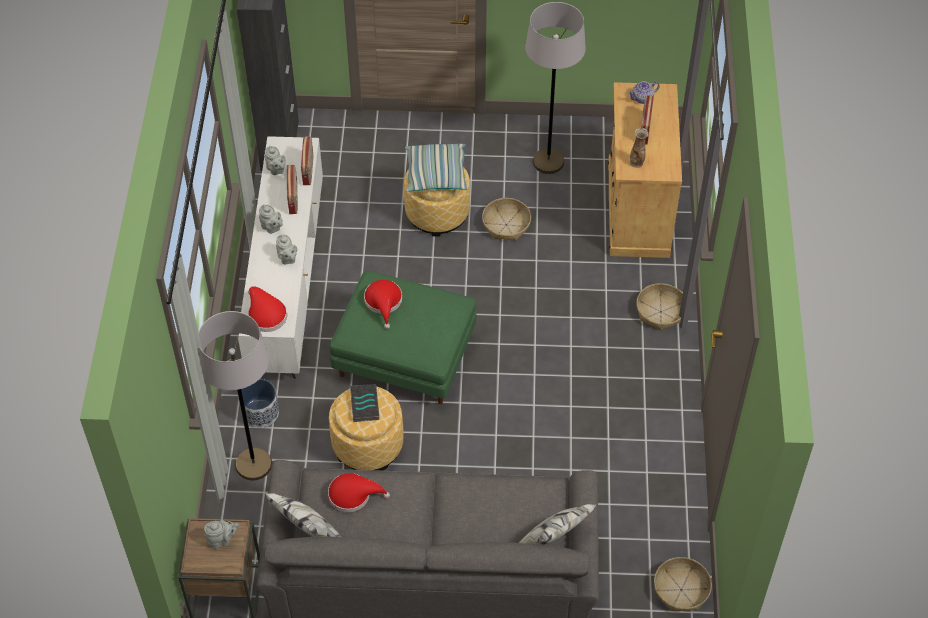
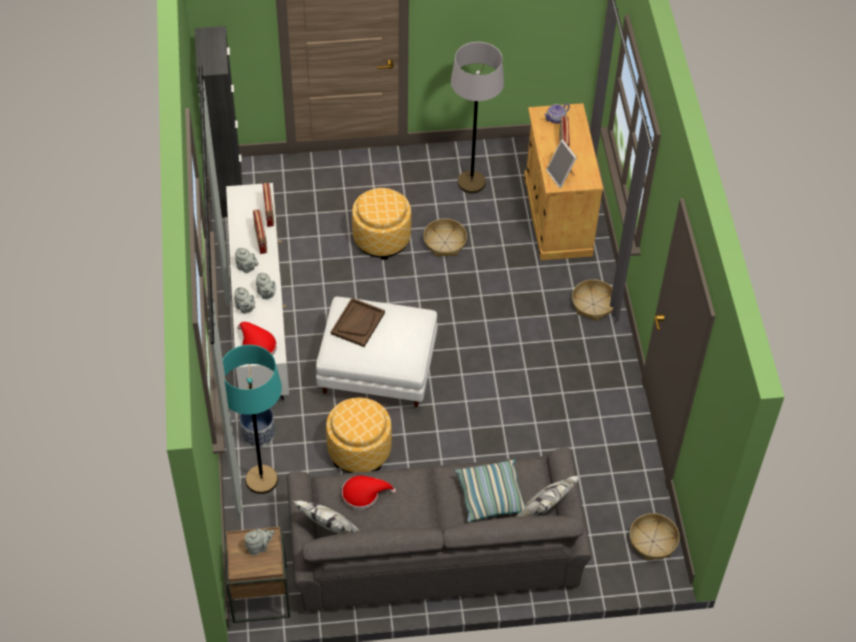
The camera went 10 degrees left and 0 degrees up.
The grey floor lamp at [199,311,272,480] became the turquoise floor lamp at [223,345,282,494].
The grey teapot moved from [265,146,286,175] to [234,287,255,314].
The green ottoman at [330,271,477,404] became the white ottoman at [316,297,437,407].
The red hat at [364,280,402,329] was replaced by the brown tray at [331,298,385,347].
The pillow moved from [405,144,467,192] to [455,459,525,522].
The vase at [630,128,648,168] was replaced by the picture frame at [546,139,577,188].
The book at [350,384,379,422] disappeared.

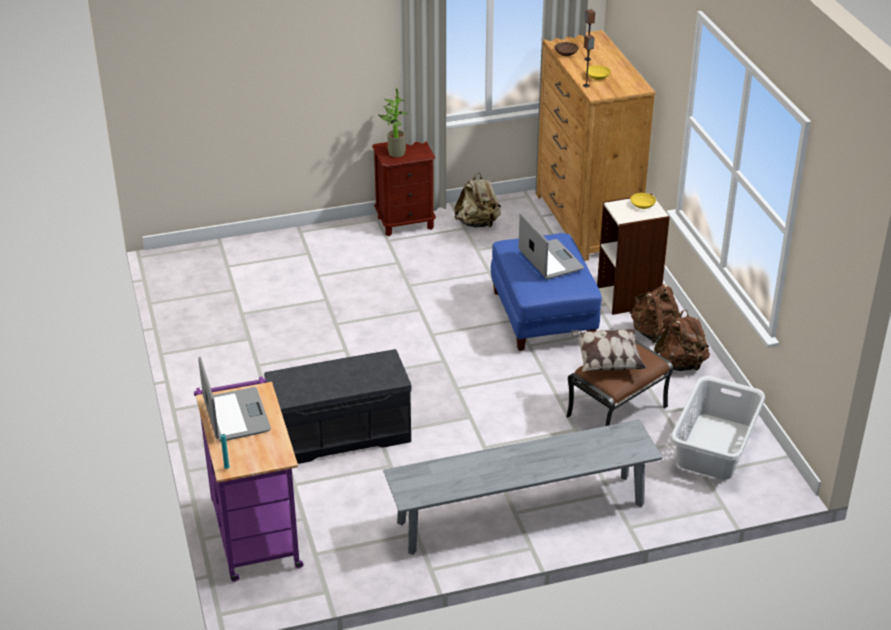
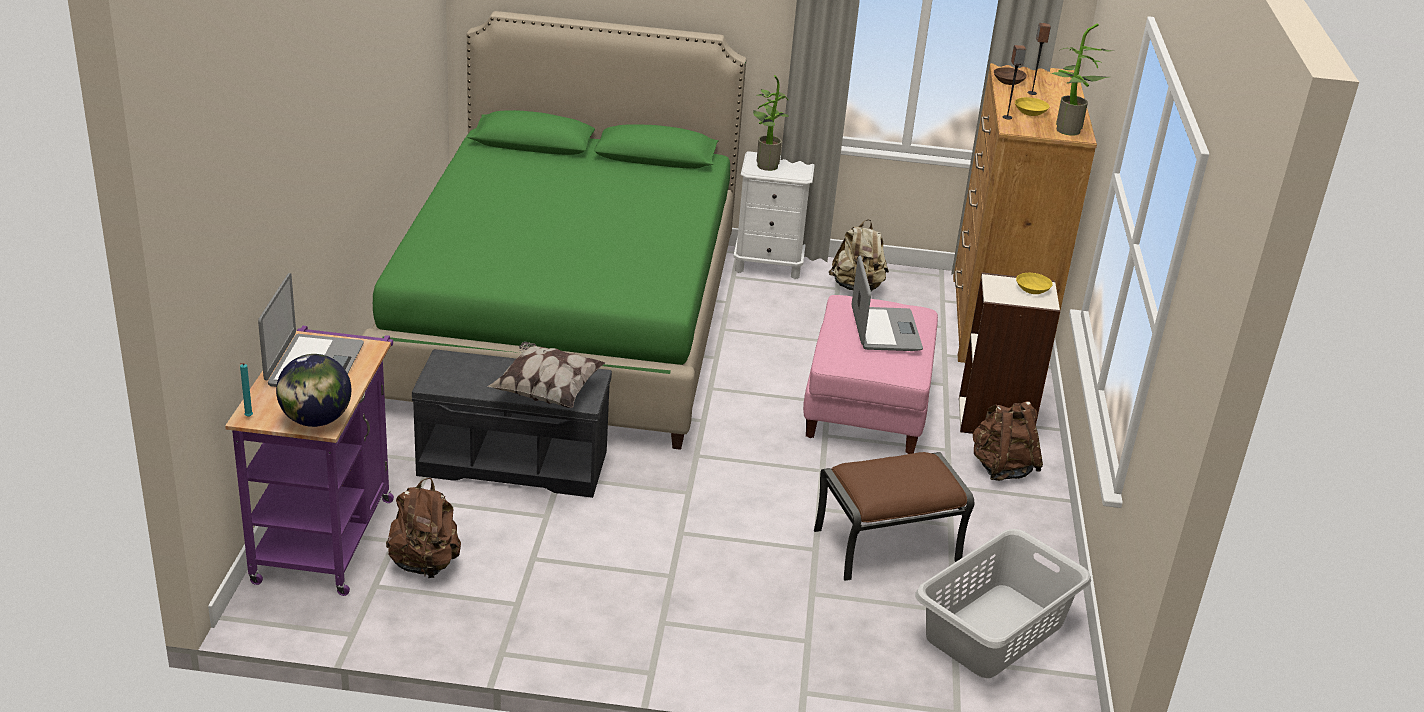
The camera went 20 degrees right and 5 degrees down.
The globe at [276,354,351,427] appeared.
The green bed at [362,11,746,450] appeared.
The brown backpack moved from [654,309,710,371] to [386,478,461,579].
The pillow moved from [571,329,647,371] to [487,342,605,408].
The brown nightstand at [372,142,436,236] became the white nightstand at [733,151,815,279].
The blue ottoman at [491,233,602,351] became the pink ottoman at [803,295,938,454].
The potted plant at [1051,23,1115,136] appeared.
The grey bench at [383,420,663,555] disappeared.

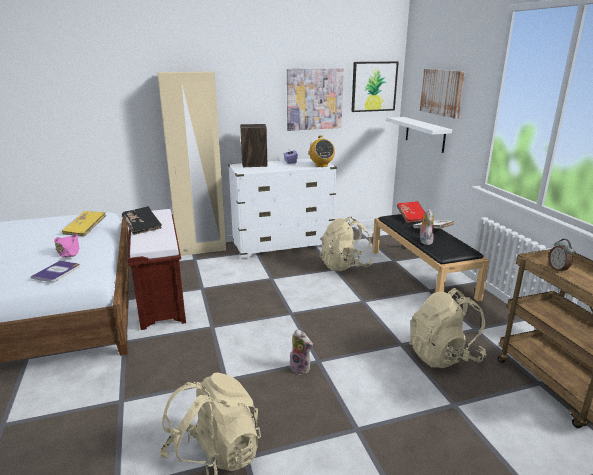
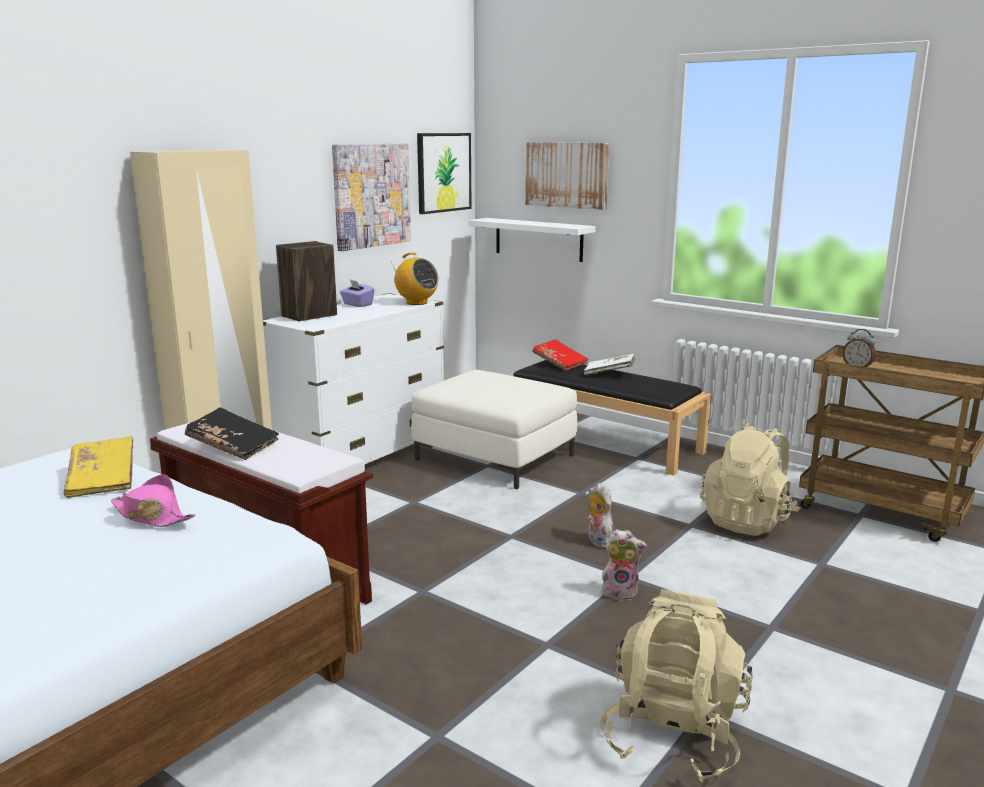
The camera went 35 degrees left and 5 degrees down.
The beige backpack at [320,217,373,271] was replaced by the white ottoman at [411,370,577,489].
The plush toy moved from [419,209,434,245] to [587,483,614,548].
The book at [31,261,80,282] disappeared.

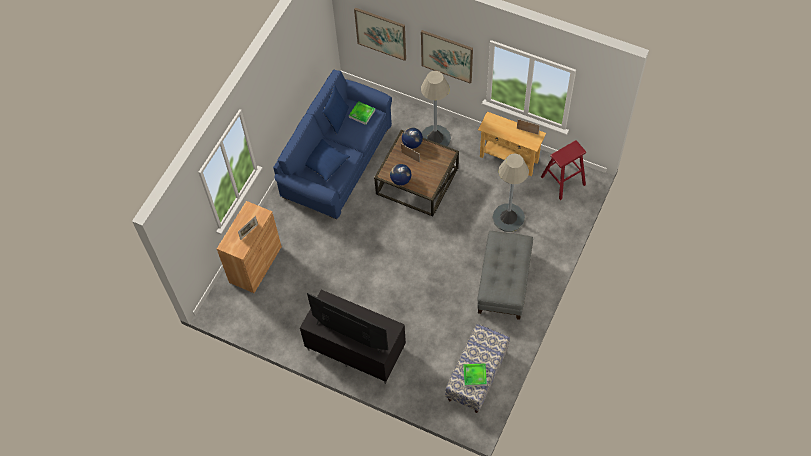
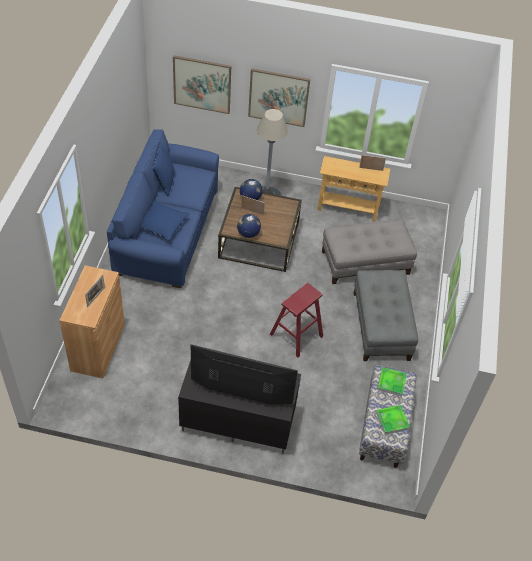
The camera went 20 degrees left and 10 degrees down.
The red stool moved from [541,140,586,200] to [270,283,323,357].
The grey floor lamp at [493,154,529,232] was replaced by the grey ottoman at [322,219,417,284].
The tray moved from [349,101,375,125] to [377,367,407,396].

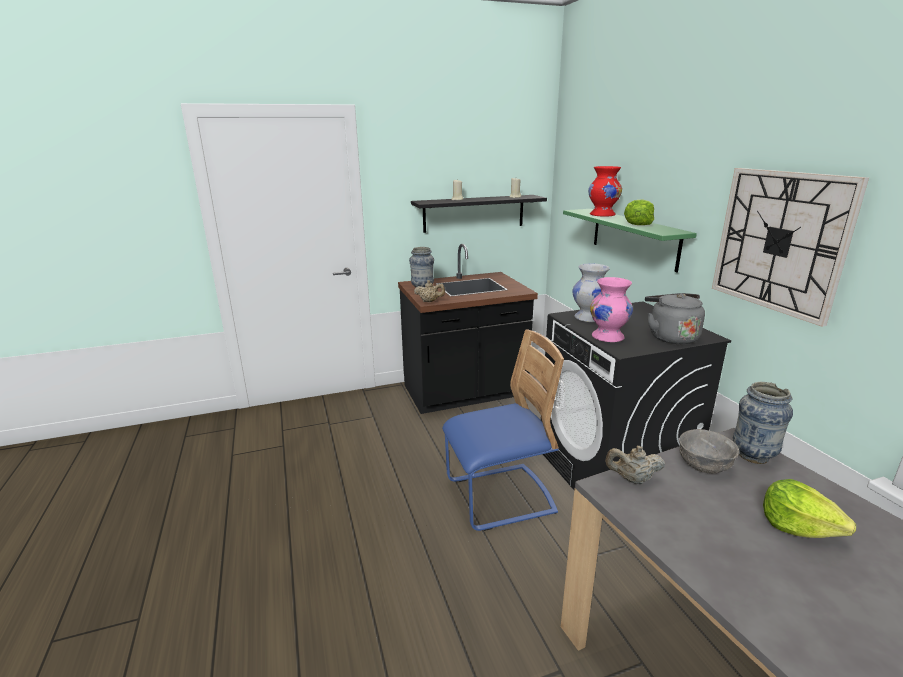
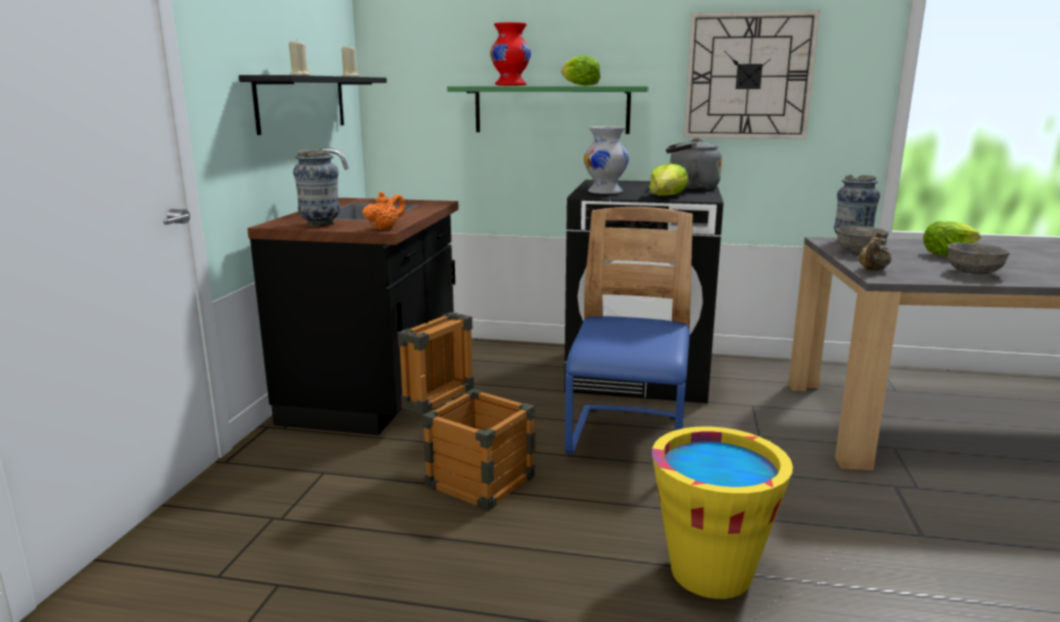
The camera went 60 degrees left and 5 degrees down.
The beige teapot at [414,280,445,302] became the orange teapot at [362,191,405,230].
The crate at [398,312,535,511] appeared.
The pink vase at [590,277,633,342] was replaced by the lettuce at [649,163,688,196].
The yellow bucket at [652,427,793,599] appeared.
The grey bowl at [947,242,1010,274] appeared.

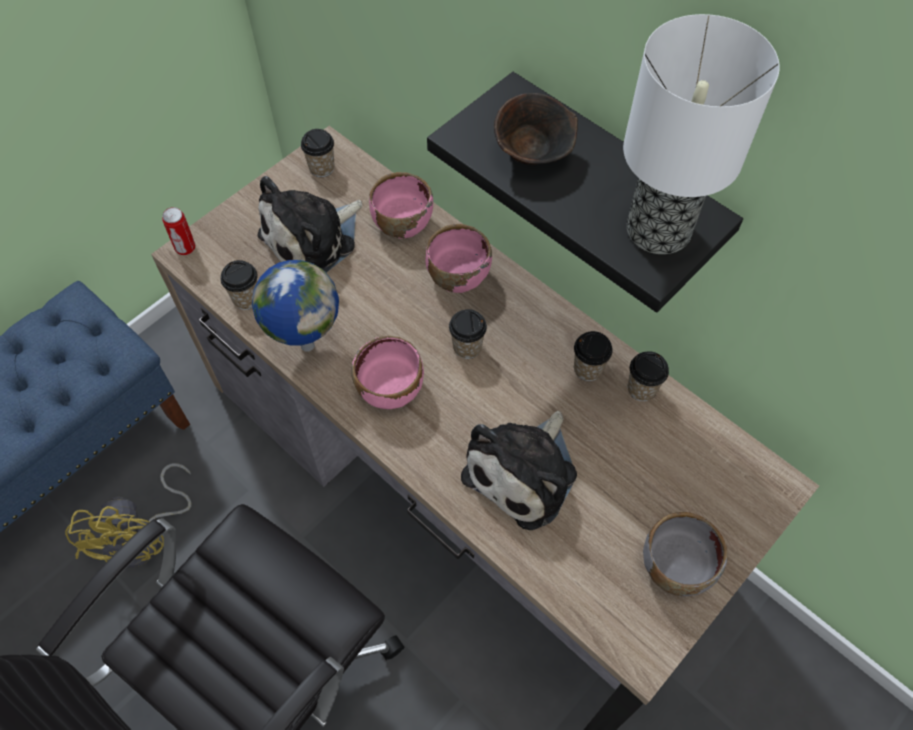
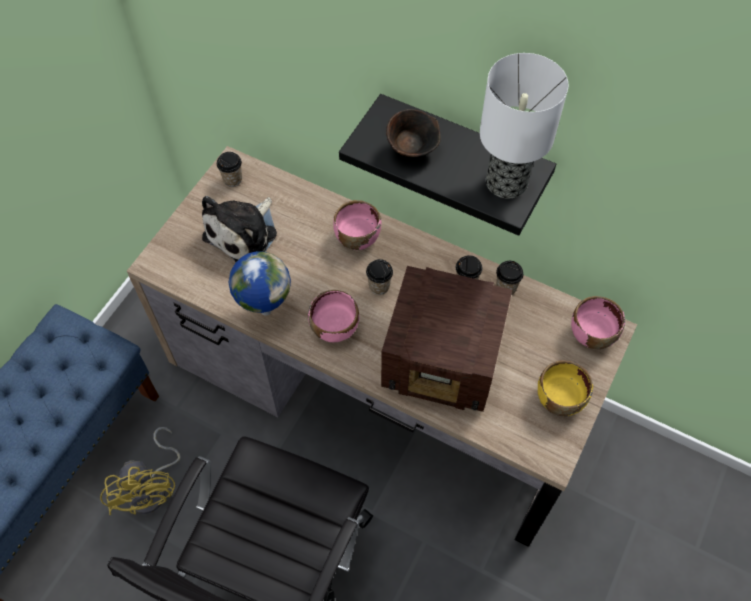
The camera went 15 degrees left and 0 degrees up.
The plush toy at [461,411,577,530] was replaced by the radio at [381,266,512,412].
The grey bowl at [643,512,727,596] became the yellow bowl at [538,360,593,416].
The pink bowl moved from [369,172,433,239] to [571,296,625,349].
The can at [162,207,195,255] disappeared.
The cup at [221,260,258,310] disappeared.

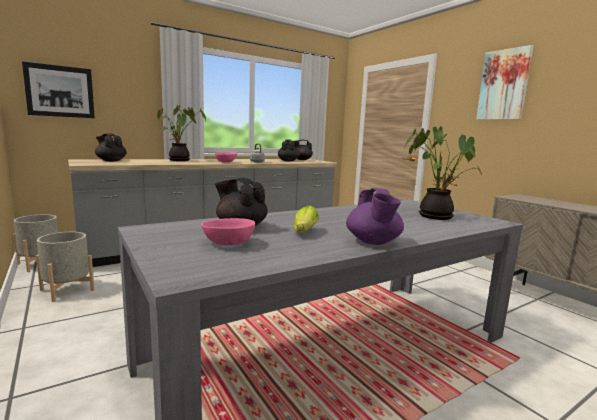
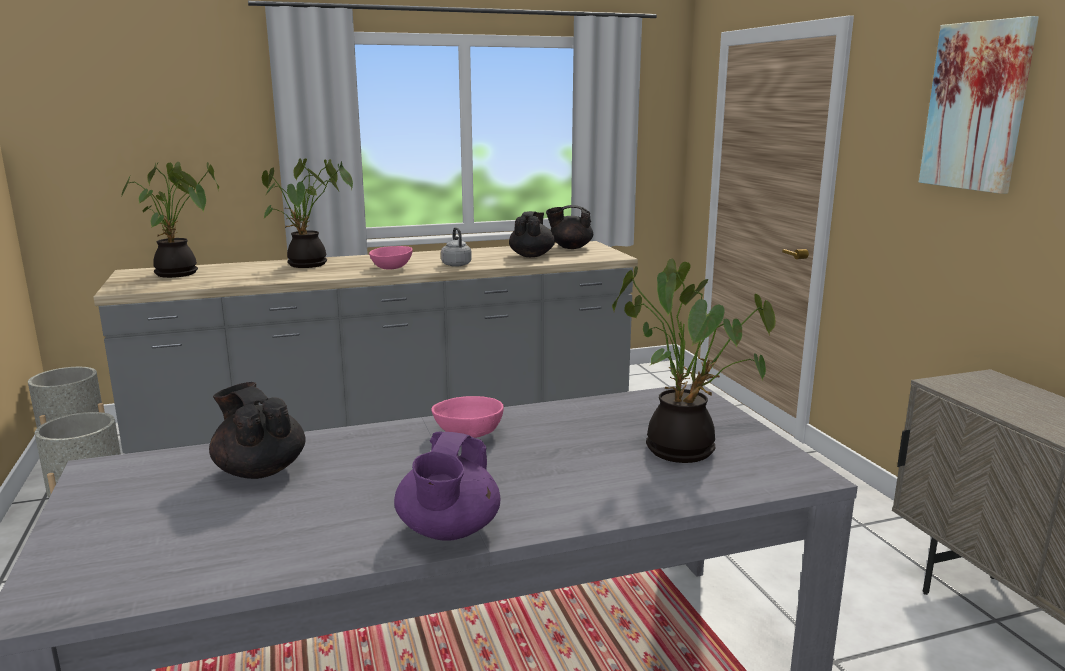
The camera went 15 degrees right and 5 degrees up.
The black teapot at [95,133,127,162] was replaced by the potted plant at [121,162,219,278].
The pink bowl moved from [201,218,255,245] to [432,396,504,438].
The picture at [22,61,95,118] disappeared.
The lettuce at [293,205,319,233] disappeared.

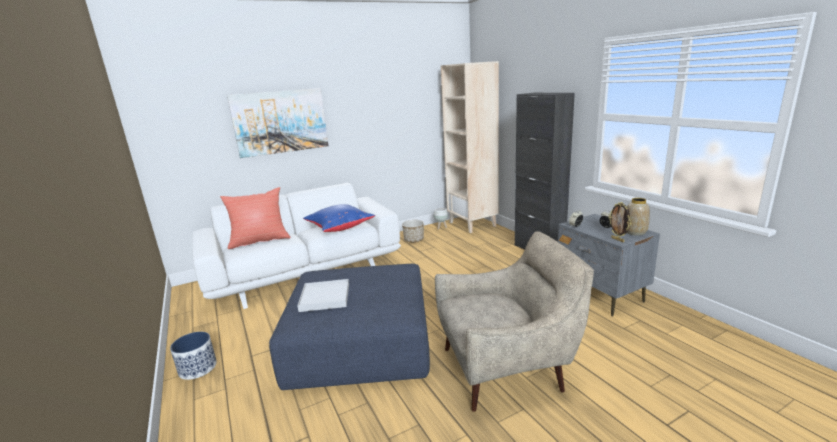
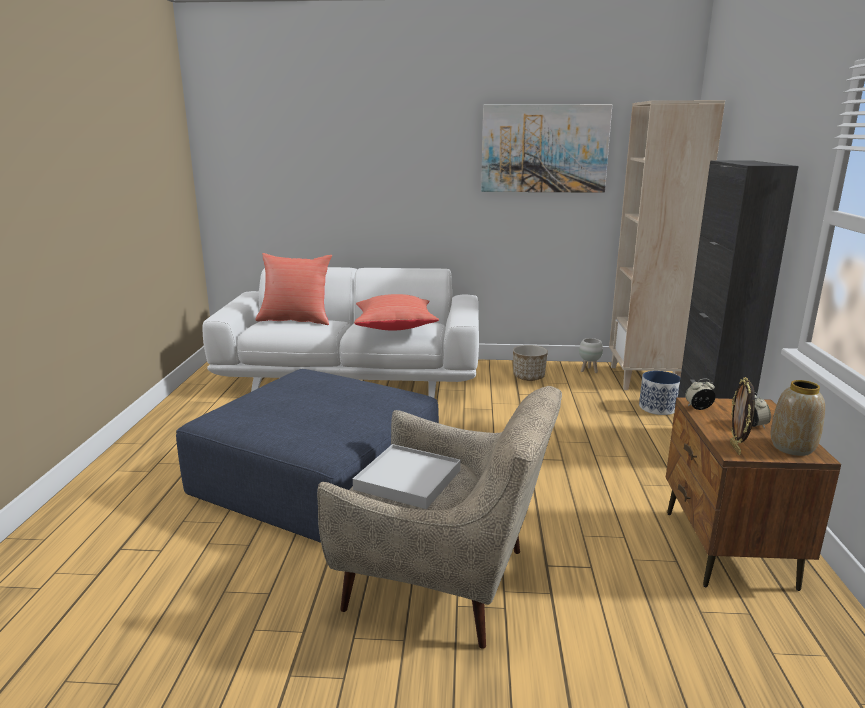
The camera went 30 degrees right and 0 degrees up.
The white tray moved from [297,279,349,312] to [353,444,461,509].
The blue pillow at [303,204,375,232] became the red pillow at [354,294,439,330].
The picture moved from [227,88,328,158] to [481,104,612,193].
The planter moved from [170,332,217,380] to [639,371,681,415].
The grey nightstand at [558,214,660,316] became the brown nightstand at [666,397,841,591].

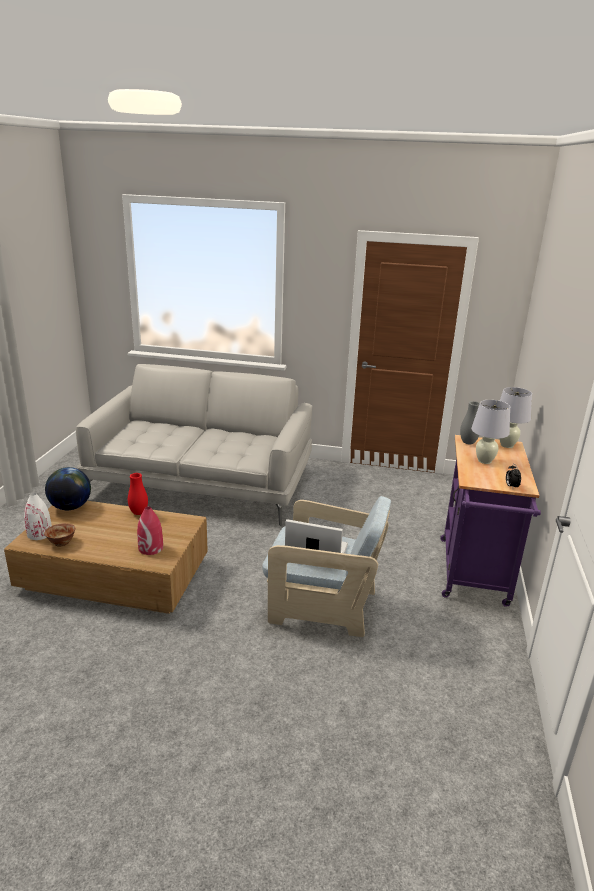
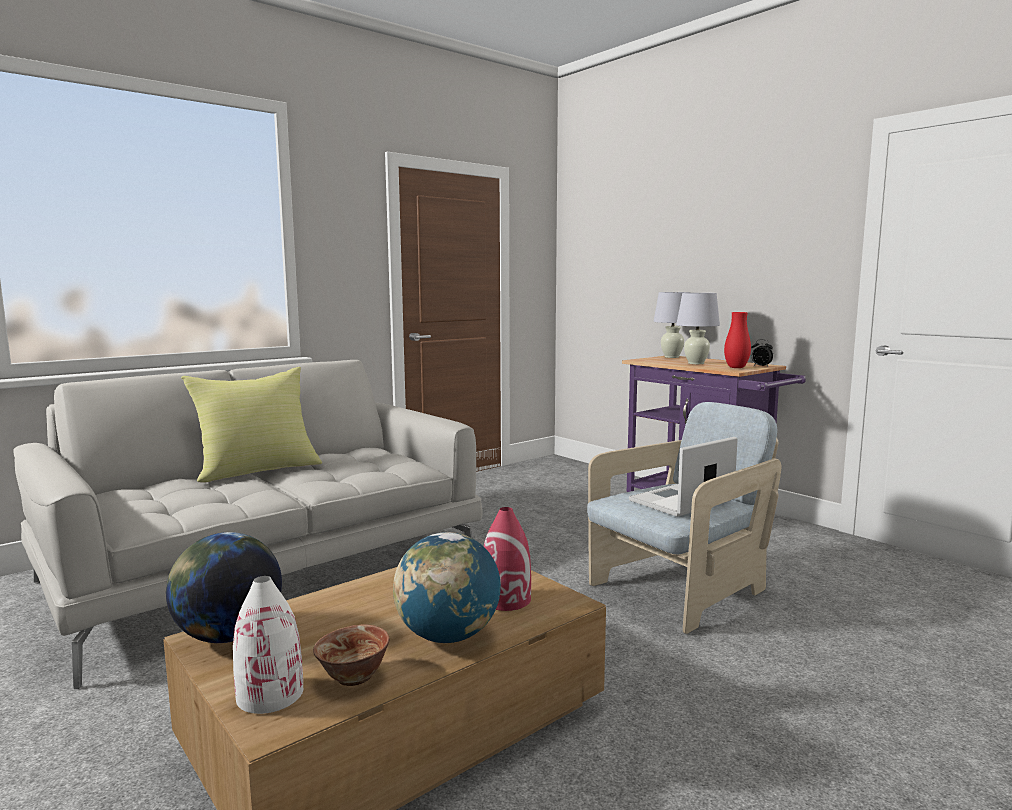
The camera went 50 degrees left and 15 degrees down.
The yellow pillow at [181,367,322,483] appeared.
The globe at [393,532,501,643] appeared.
The red vase moved from [128,473,148,515] to [724,312,751,368].
The grey vase at [460,401,480,444] disappeared.

